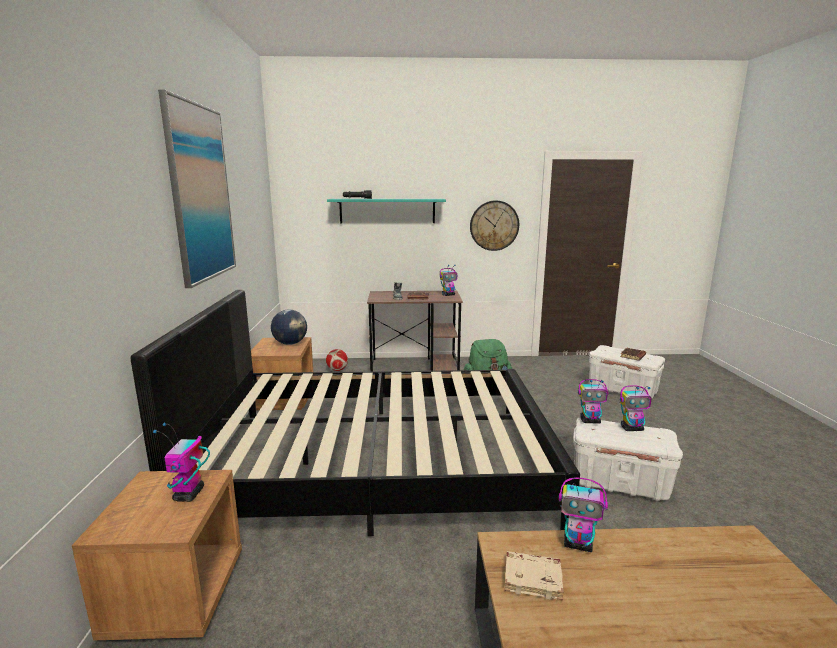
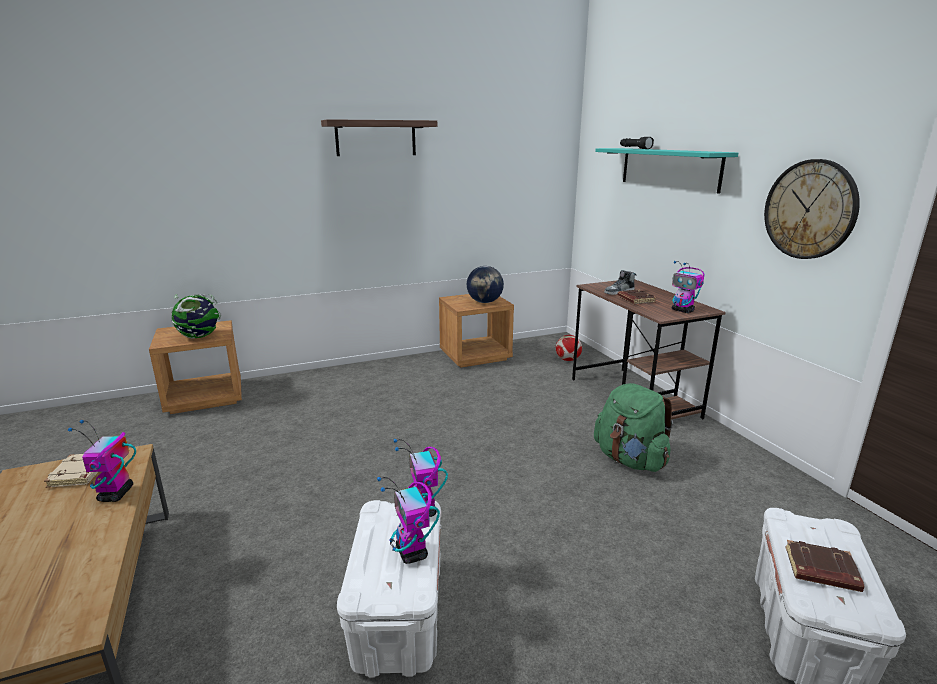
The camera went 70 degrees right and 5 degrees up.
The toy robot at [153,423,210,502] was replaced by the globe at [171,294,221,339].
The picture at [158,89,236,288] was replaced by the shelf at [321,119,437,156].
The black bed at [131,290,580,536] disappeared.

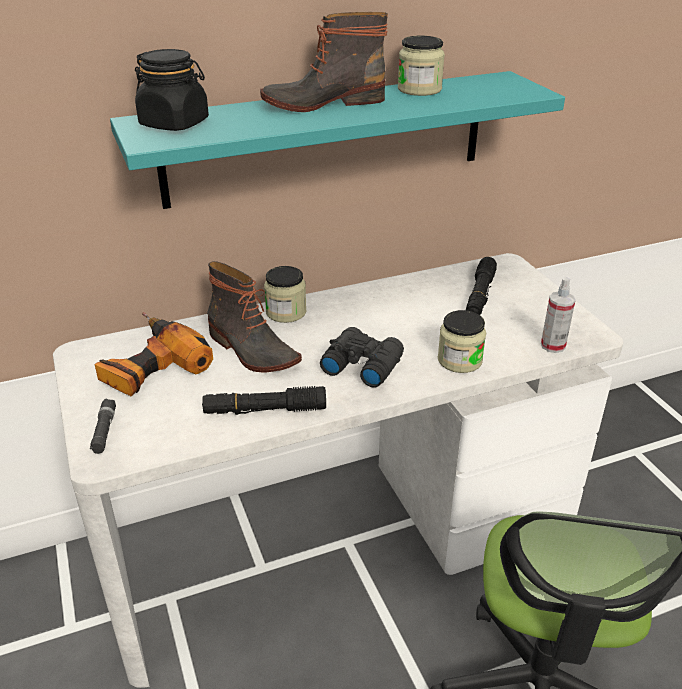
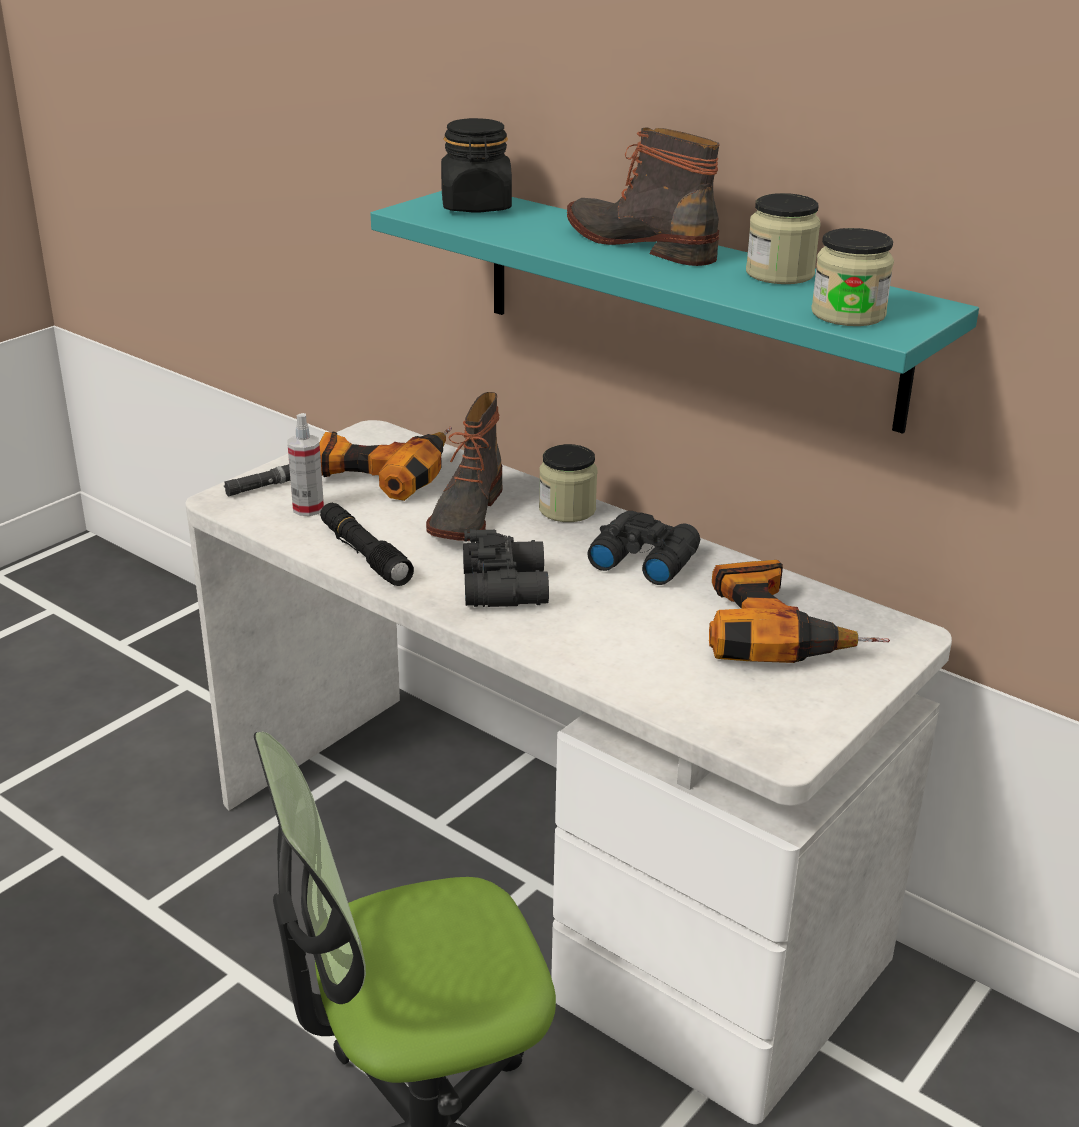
The camera went 60 degrees right and 5 degrees down.
The spray bottle moved from [541,277,576,353] to [287,413,324,516].
The black binoculars at [587,511,700,585] appeared.
The black flashlight at [466,257,497,315] was replaced by the power drill at [709,560,890,663].
The jar moved from [438,310,486,373] to [811,228,894,326].

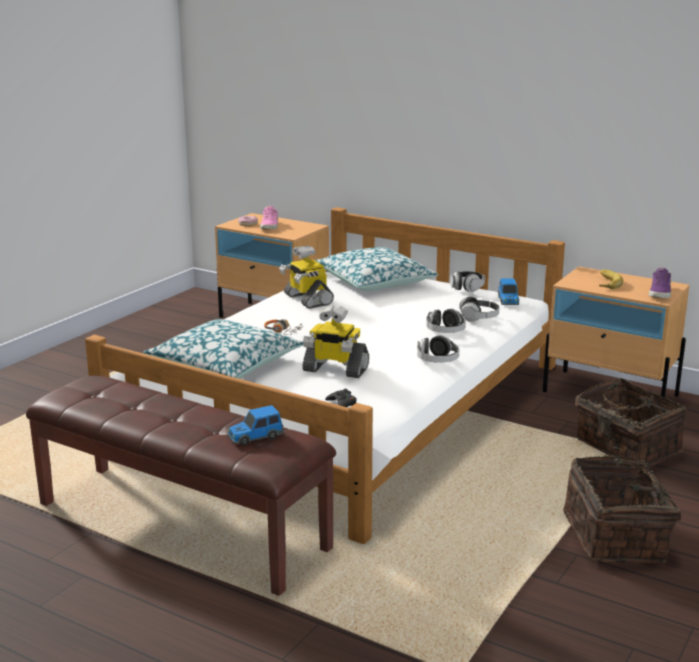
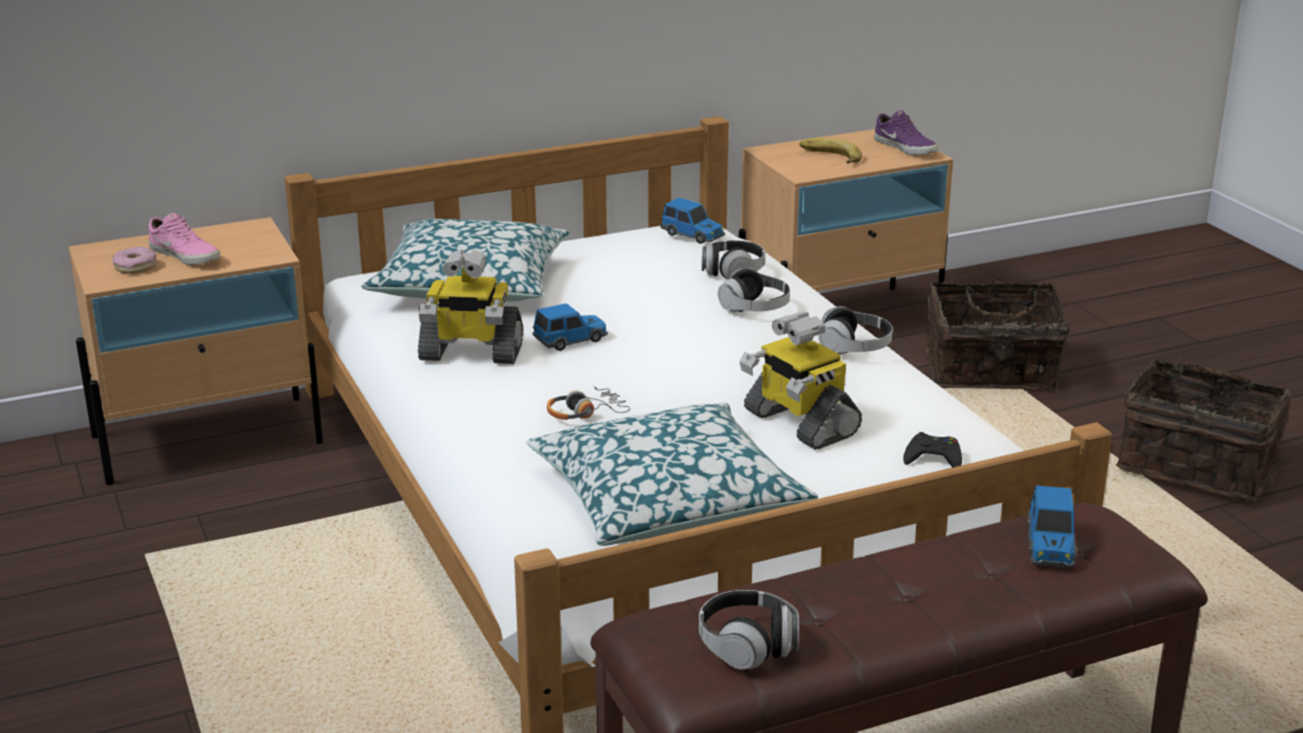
The camera went 55 degrees left and 5 degrees up.
The toy car at [533,303,608,351] appeared.
The headphones moved from [450,271,485,292] to [699,590,799,670].
The toy robot at [302,306,369,378] turned 90 degrees clockwise.

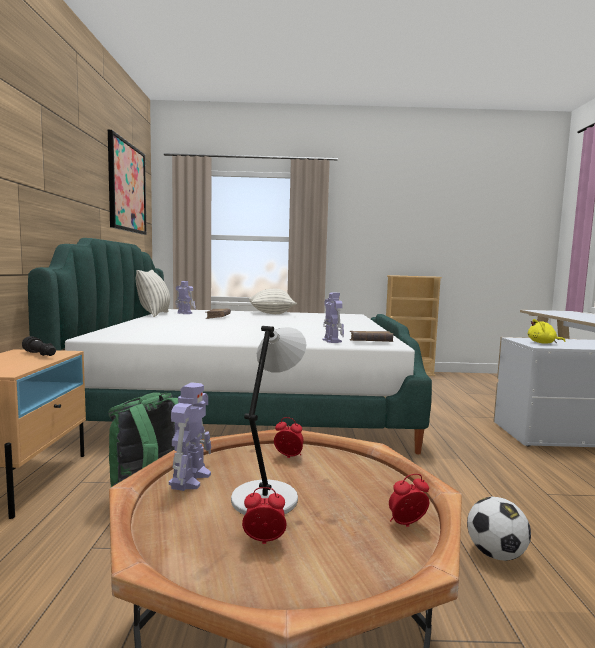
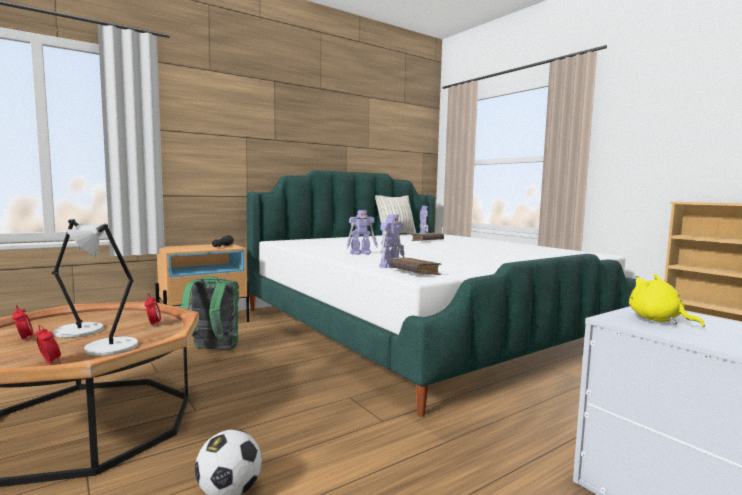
The camera went 55 degrees right and 0 degrees up.
The grey table lamp at [66,224,138,356] appeared.
The toy robot moved from [169,382,211,491] to [347,210,377,255].
The picture at [108,130,146,235] disappeared.
The pillow at [249,289,296,314] disappeared.

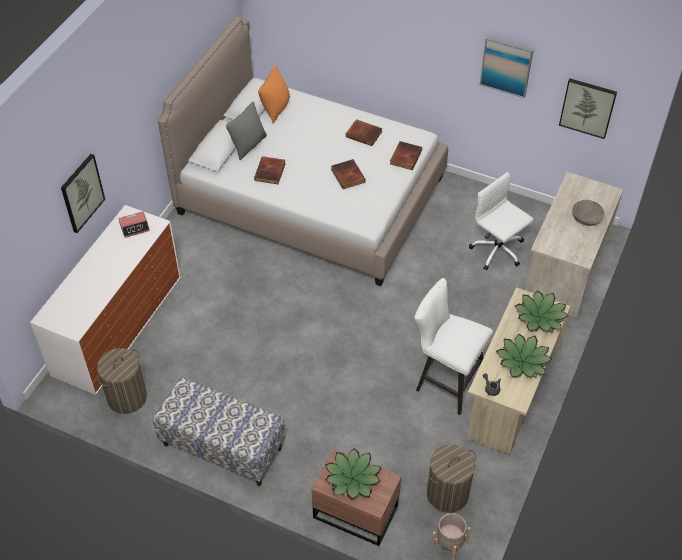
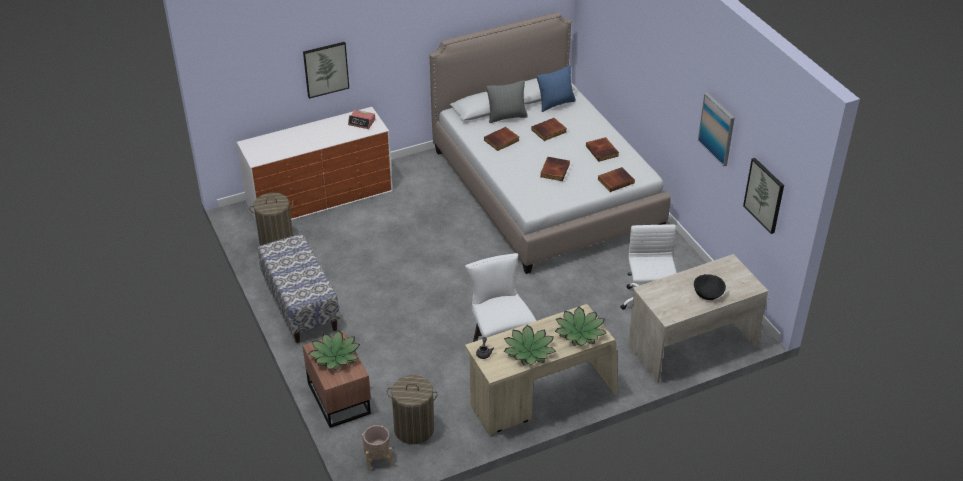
The camera went 40 degrees right and 10 degrees down.
The book at [531,118,567,141] appeared.
The orange pillow at [258,65,290,123] became the blue pillow at [537,65,576,112].
The beige bowl at [572,200,604,226] became the black bowl at [694,274,726,300].

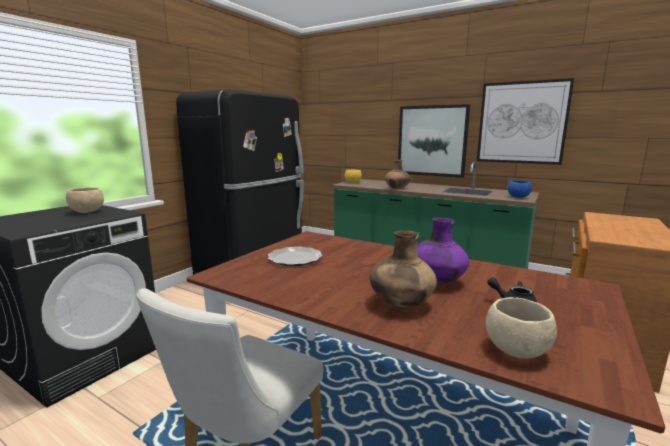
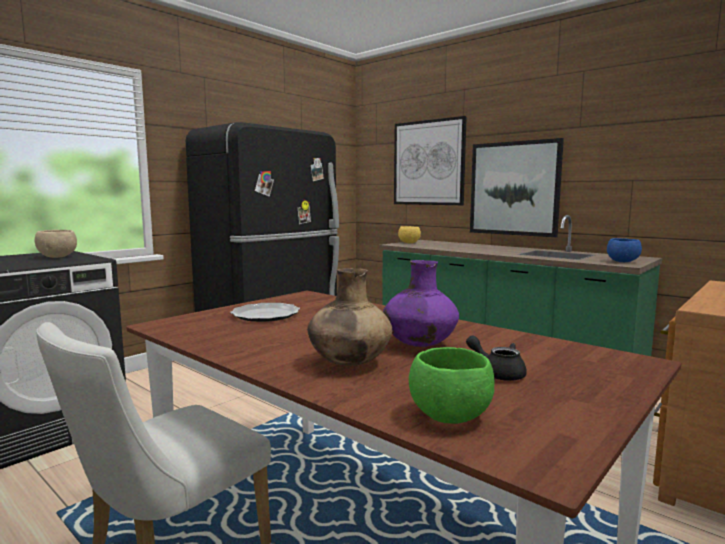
The camera went 10 degrees right and 5 degrees down.
The picture moved from [477,78,574,165] to [394,116,467,205].
The beige bowl at [486,297,557,358] became the green bowl at [409,347,494,424].
The brown vase at [385,160,410,189] disappeared.

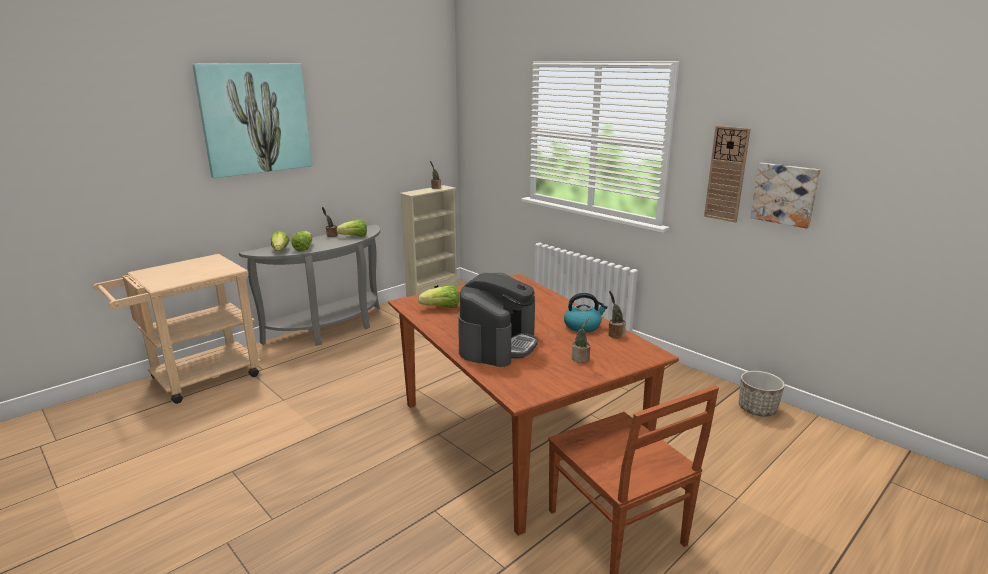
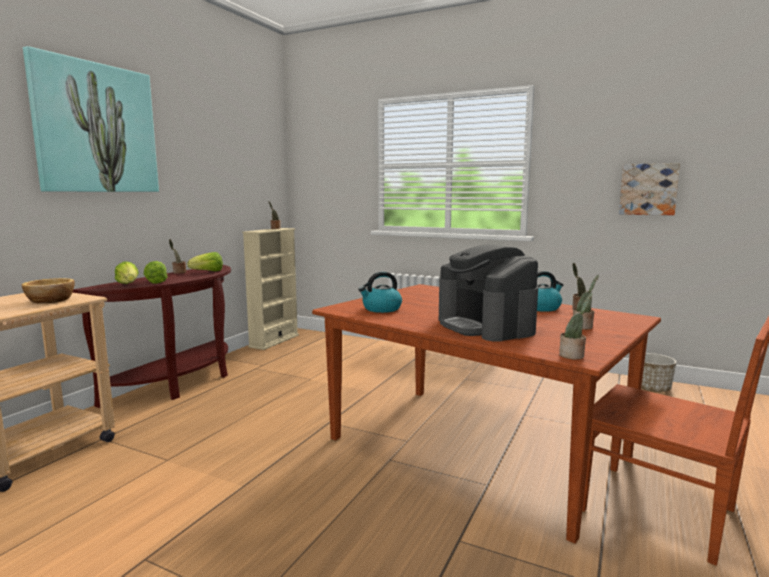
The camera went 20 degrees left and 10 degrees down.
The bowl at [22,278,75,303] appeared.
The grey console table at [239,225,380,346] became the brown console table at [72,265,231,408].
The lettuce at [418,285,459,308] was replaced by the kettle at [358,272,402,313].
The coffee machine at [458,273,538,367] turned 150 degrees clockwise.
The potted plant at [559,293,592,359] appeared.
The wall clock at [704,126,751,223] disappeared.

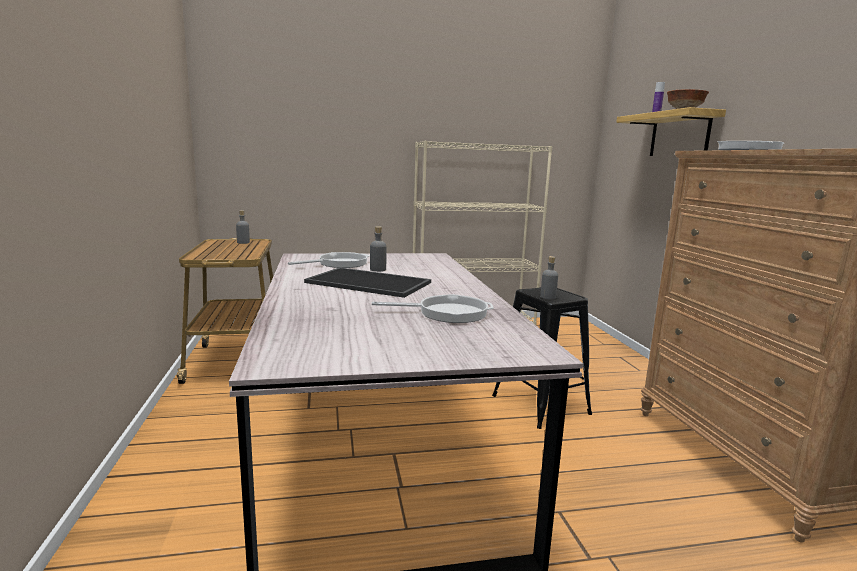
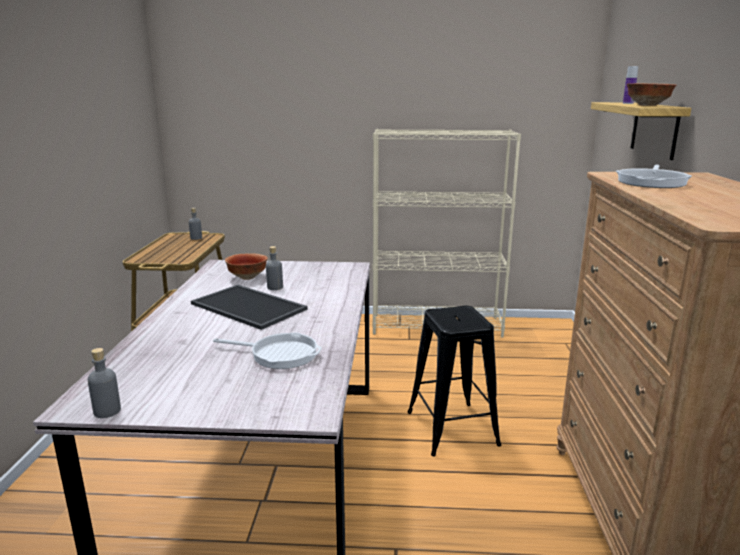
The camera went 15 degrees right and 5 degrees up.
The grey bottle moved from [540,256,558,299] to [88,348,121,418].
The frying pan at [288,252,370,268] was replaced by the bowl at [225,253,268,280].

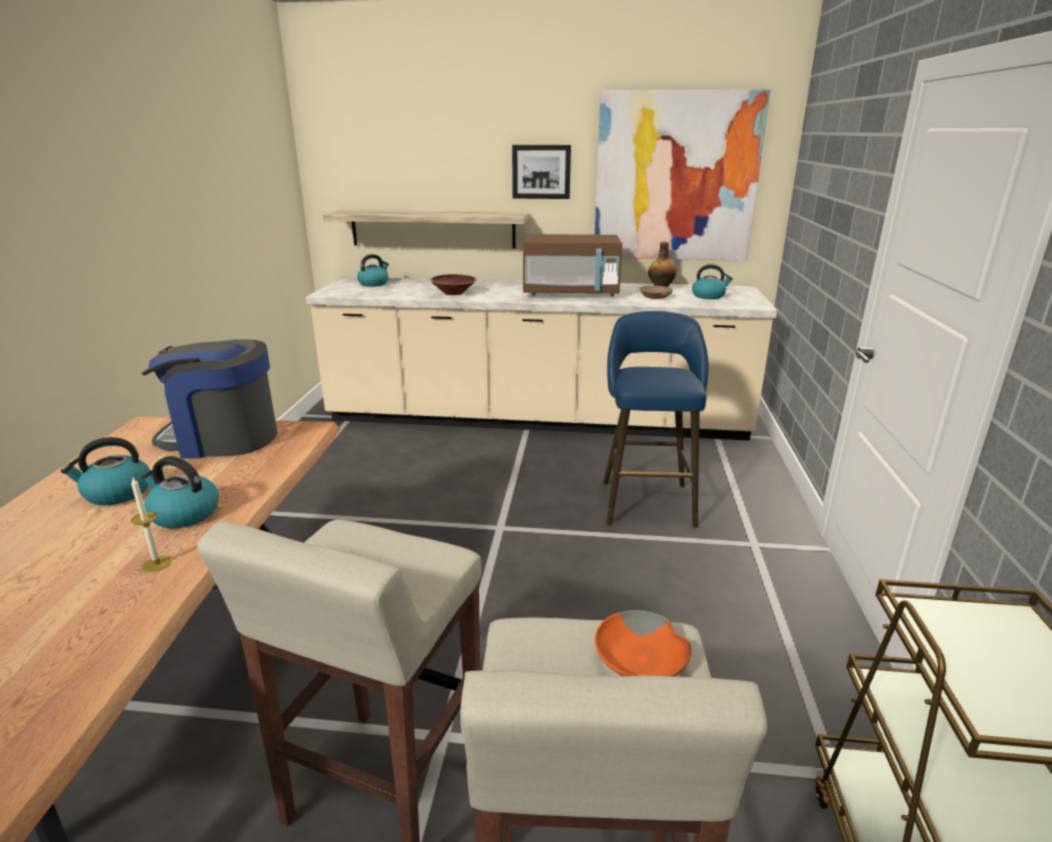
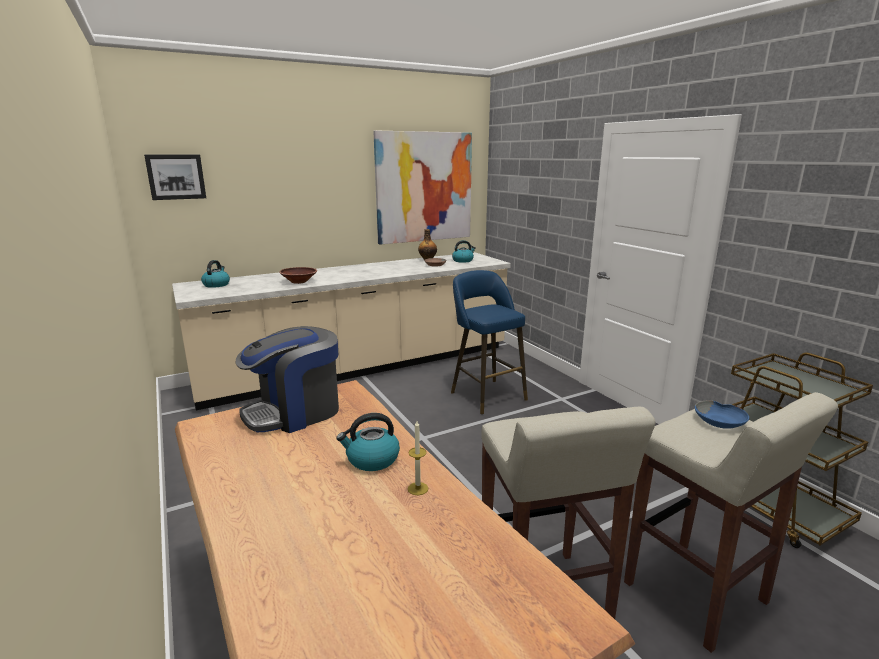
The camera went 35 degrees left and 5 degrees down.
The picture moved from [512,145,571,199] to [144,155,206,200].
The orange bowl at [595,610,692,676] became the blue bowl at [695,400,749,429].
The kettle at [61,437,150,505] disappeared.
The shelf at [323,210,528,249] disappeared.
The brown microwave at [523,234,622,296] disappeared.

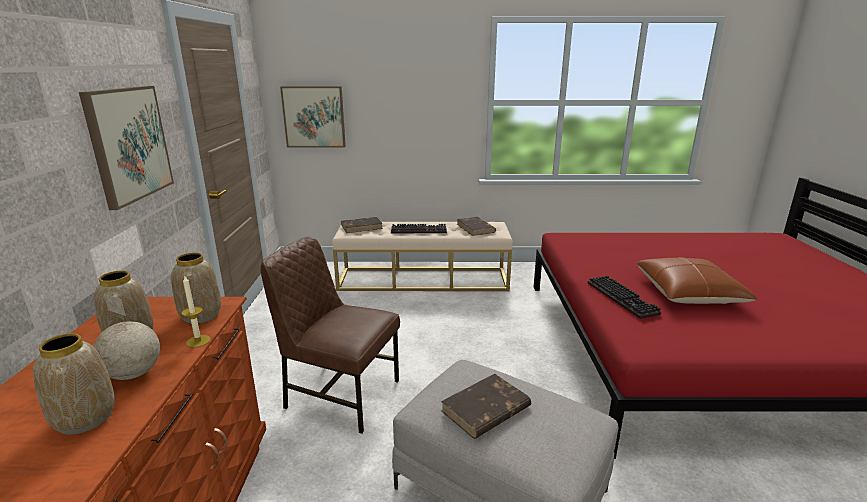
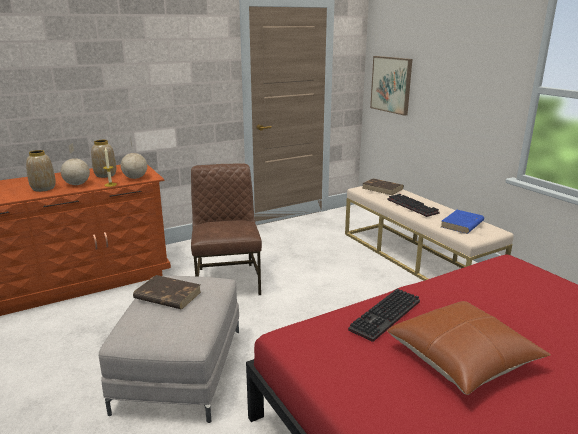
The camera went 60 degrees right and 0 degrees up.
The vase at [171,252,221,323] was replaced by the globe at [121,138,147,179].
The brown book at [457,217,496,236] became the blue book at [441,210,484,234].
The picture at [79,86,174,210] disappeared.

